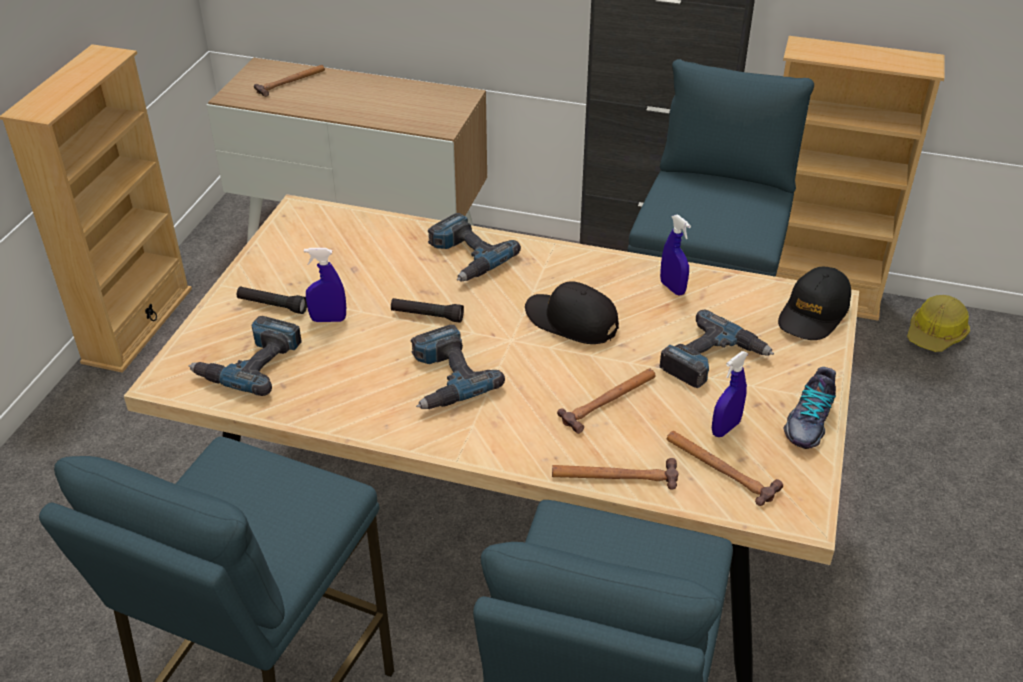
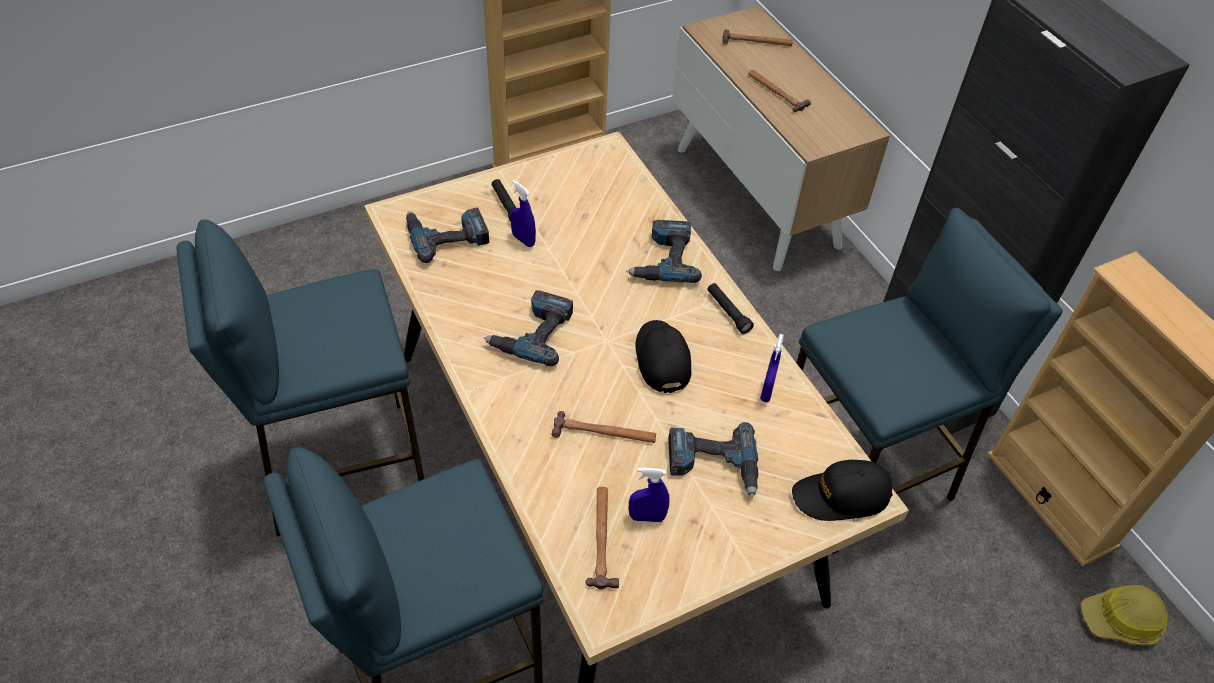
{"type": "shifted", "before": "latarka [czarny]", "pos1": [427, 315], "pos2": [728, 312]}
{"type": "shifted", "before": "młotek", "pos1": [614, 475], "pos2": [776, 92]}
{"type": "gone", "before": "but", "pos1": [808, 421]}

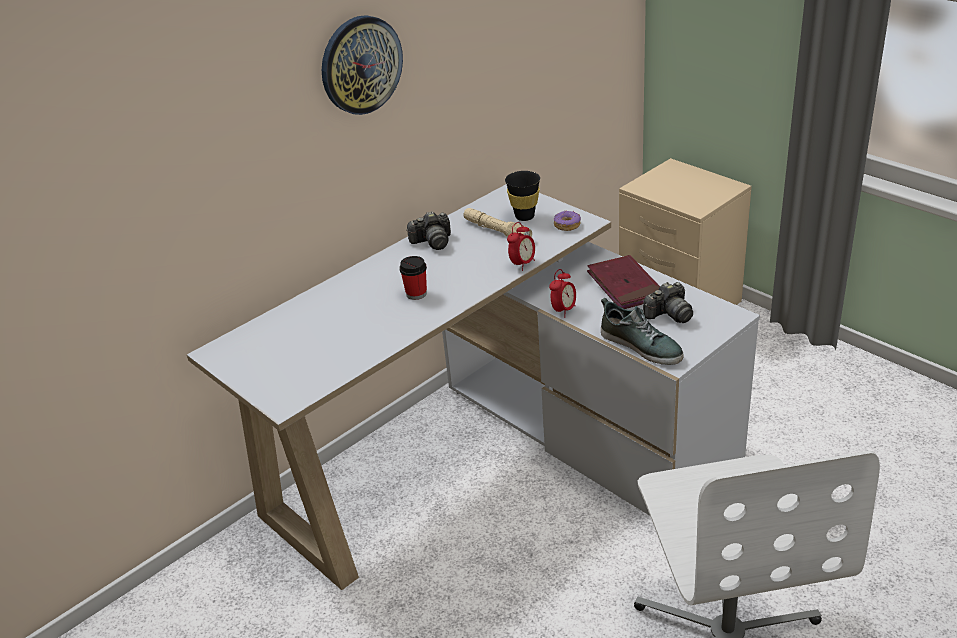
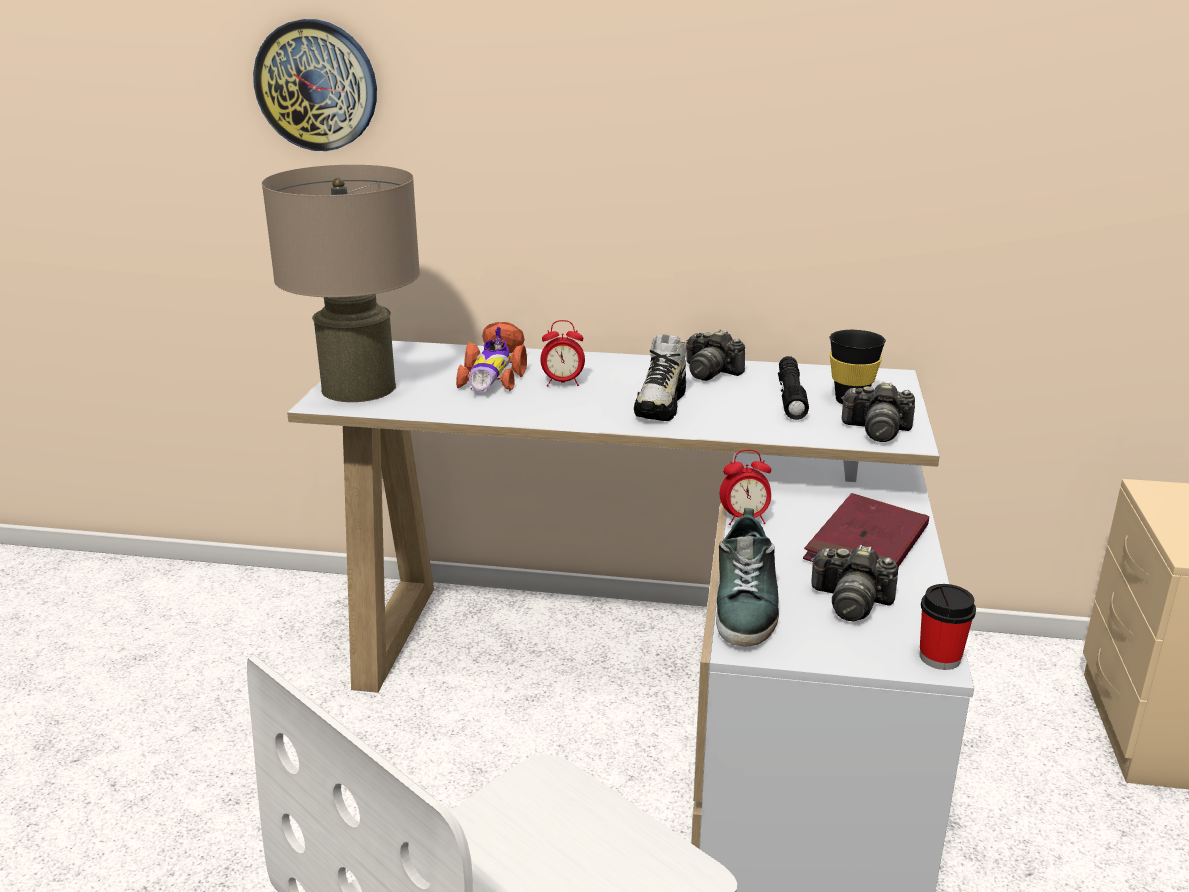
{"type": "shifted", "before": "zegar ścienny", "pos1": [361, 65], "pos2": [316, 85]}
{"type": "new", "after": "lampa stołowa [beżowy]", "pos2": [358, 388]}
{"type": "new", "after": "samochodzik", "pos2": [494, 376]}
{"type": "shifted", "before": "budzik", "pos1": [522, 264], "pos2": [563, 383]}
{"type": "new", "after": "but", "pos2": [661, 405]}
{"type": "repainted", "before": "latarka [beżowy]", "after": "latarka [czarny]", "pos1": [497, 231], "pos2": [791, 396]}
{"type": "swapped", "before": "donut", "after": "aparat fotograficzny", "pos1": [567, 225], "pos2": [876, 431]}
{"type": "shifted", "before": "filiżanka", "pos1": [416, 294], "pos2": [940, 657]}

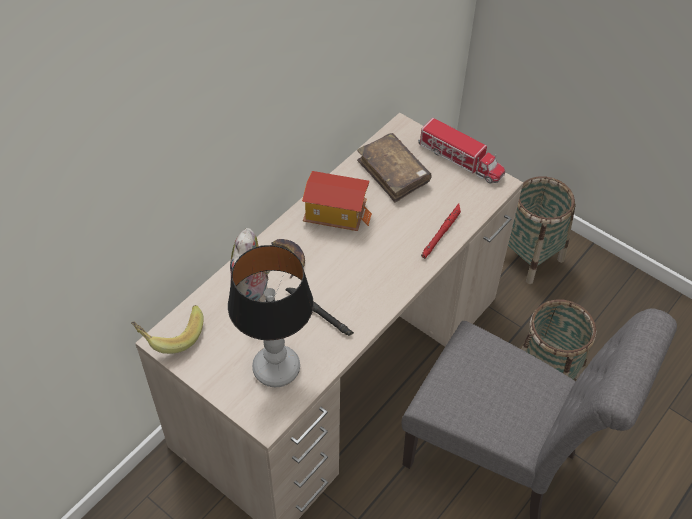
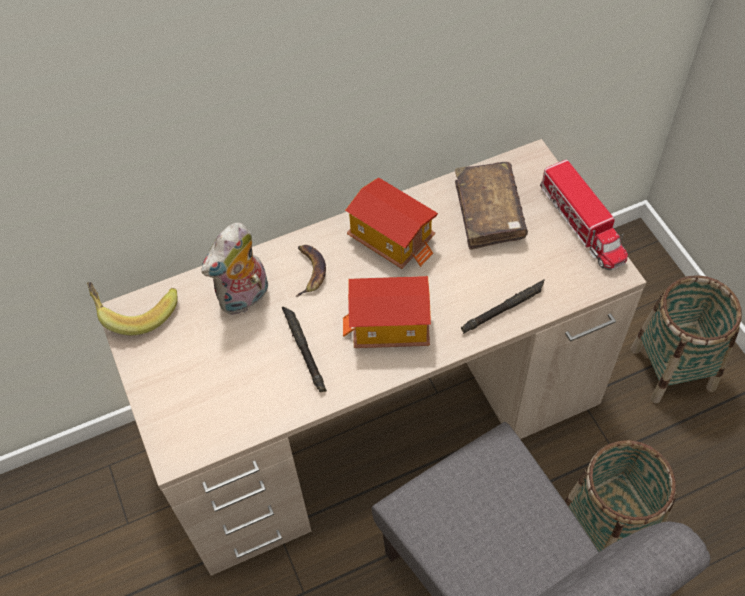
{"type": "new", "after": "domek", "pos2": [389, 327]}
{"type": "repainted", "before": "latarka [czerwony]", "after": "latarka [czarny]", "pos1": [441, 233], "pos2": [504, 309]}
{"type": "gone", "before": "lampa stołowa", "pos1": [275, 369]}

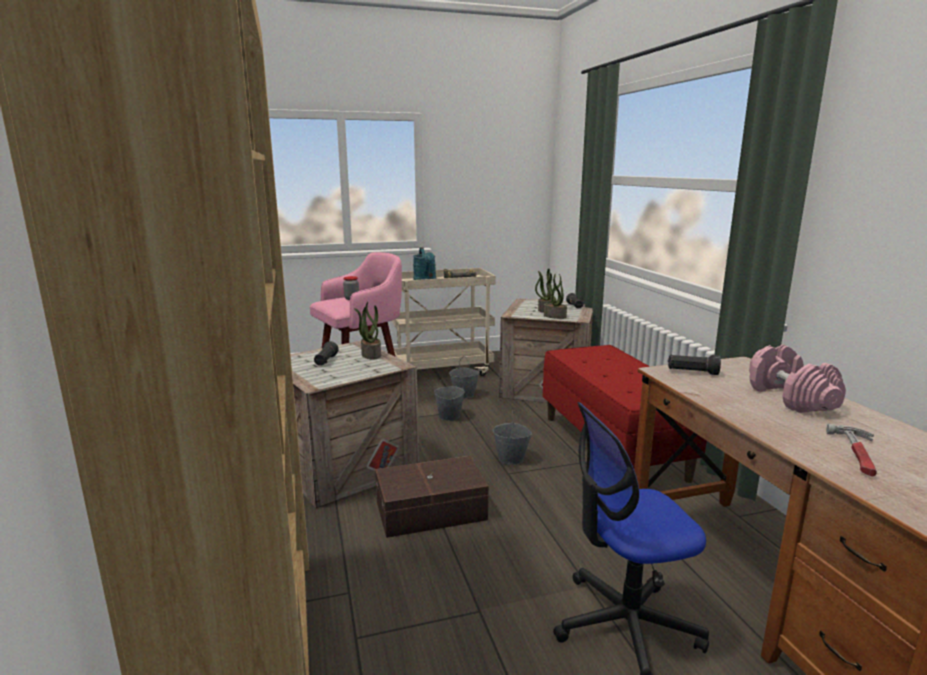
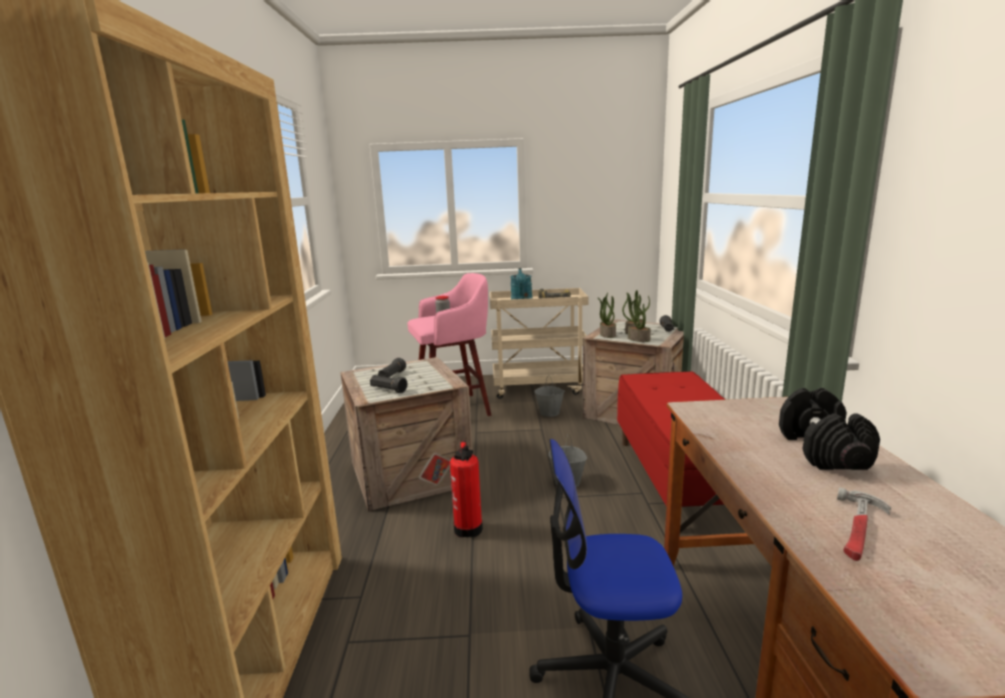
{"type": "shifted", "before": "latarka [czarny]", "pos1": [692, 372], "pos2": [388, 390]}
{"type": "swapped", "before": "pojemnik do przechowywania [brązowy]", "after": "gaśnica", "pos1": [432, 511], "pos2": [469, 527]}
{"type": "shifted", "before": "roślina doniczkowa", "pos1": [370, 355], "pos2": [607, 335]}
{"type": "repainted", "before": "hantel [różowy]", "after": "hantel [czarny]", "pos1": [789, 398], "pos2": [821, 450]}
{"type": "gone", "before": "wiadro [szary]", "pos1": [449, 416]}

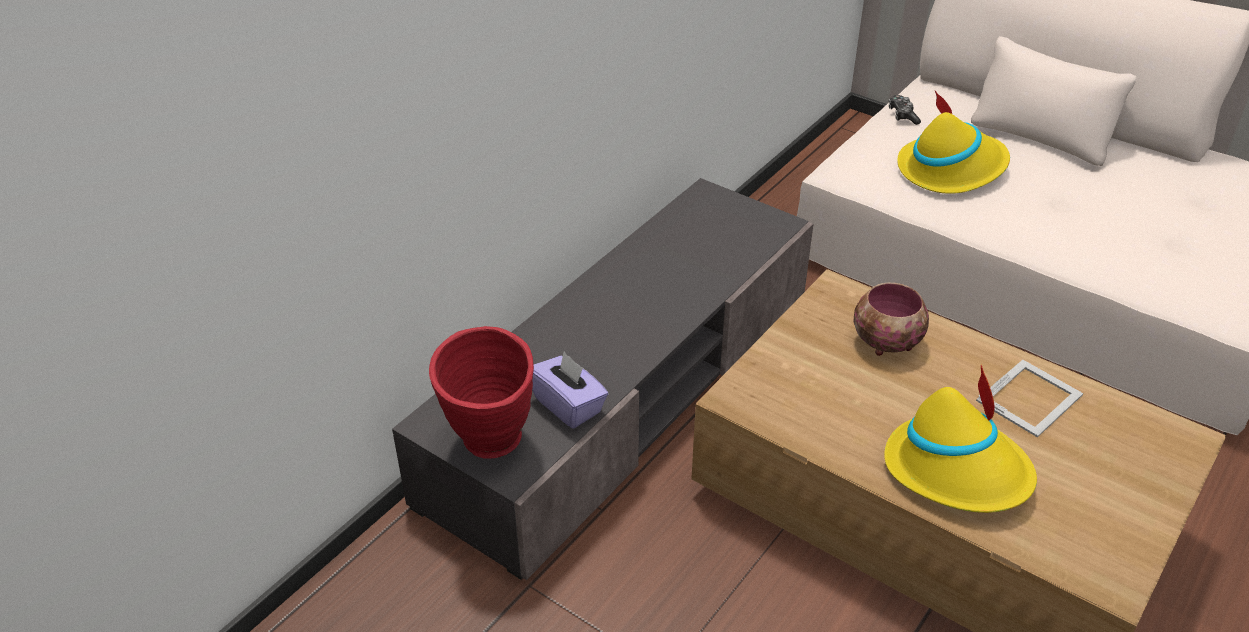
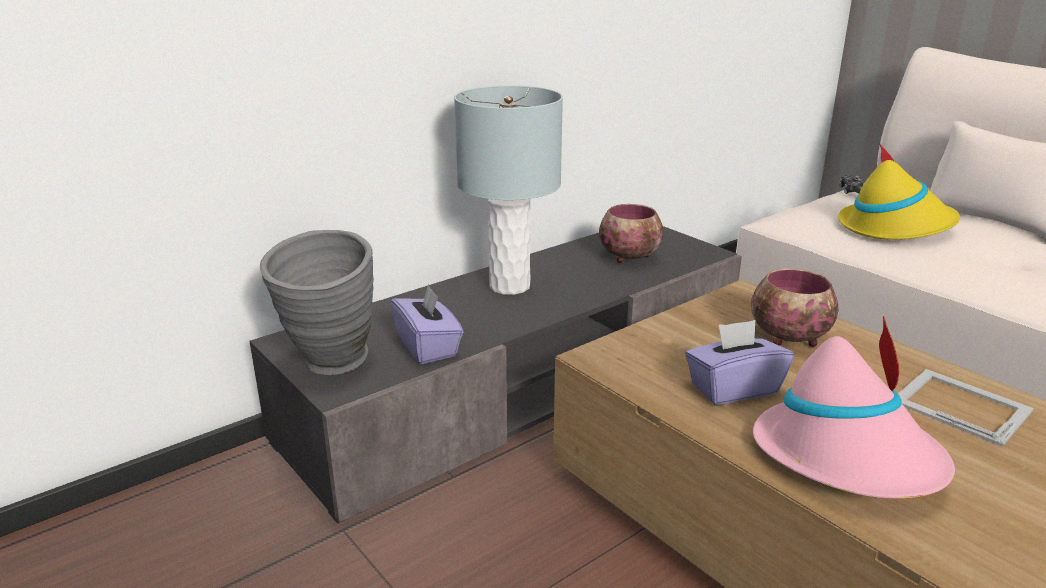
{"type": "repainted", "before": "wazon [czerwony]", "after": "wazon [szary]", "pos1": [491, 448], "pos2": [330, 367]}
{"type": "new", "after": "lampa stołowa [szary]", "pos2": [509, 286]}
{"type": "new", "after": "miska", "pos2": [631, 257]}
{"type": "new", "after": "pudełko chusteczek [fioletowy]", "pos2": [733, 388]}
{"type": "repainted", "before": "kapelusz [żółty]", "after": "kapelusz [różowy]", "pos1": [957, 470], "pos2": [847, 457]}
{"type": "rotated", "before": "ramka na zdjęcie", "pos1": [1031, 397], "pos2": [959, 405], "turn": -105}

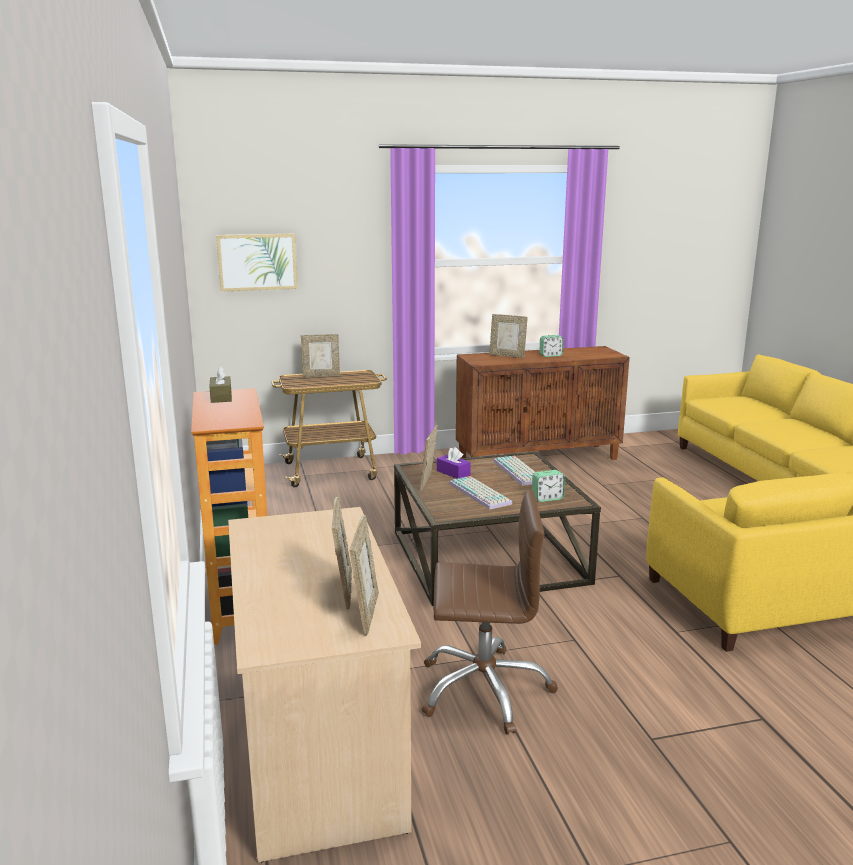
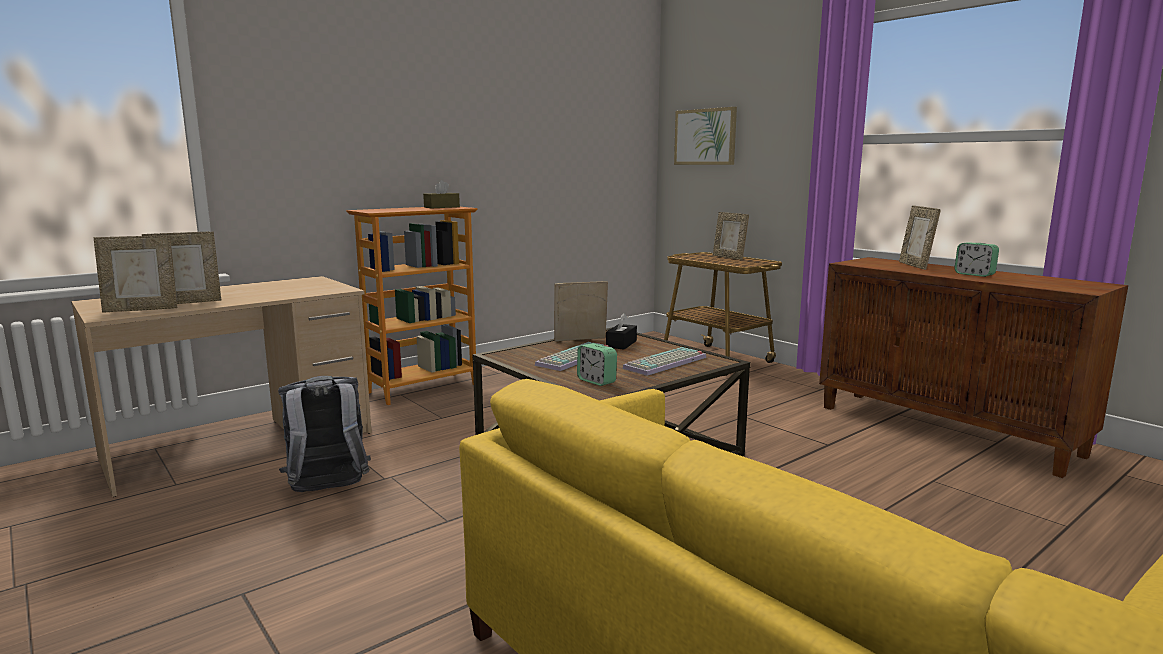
{"type": "swapped", "before": "krzesło biurowe [brązowy]", "after": "plecak [szary]", "pos1": [484, 689], "pos2": [328, 491]}
{"type": "repainted", "before": "pudełko chusteczek [fioletowy]", "after": "pudełko chusteczek [czarny]", "pos1": [453, 473], "pos2": [621, 344]}

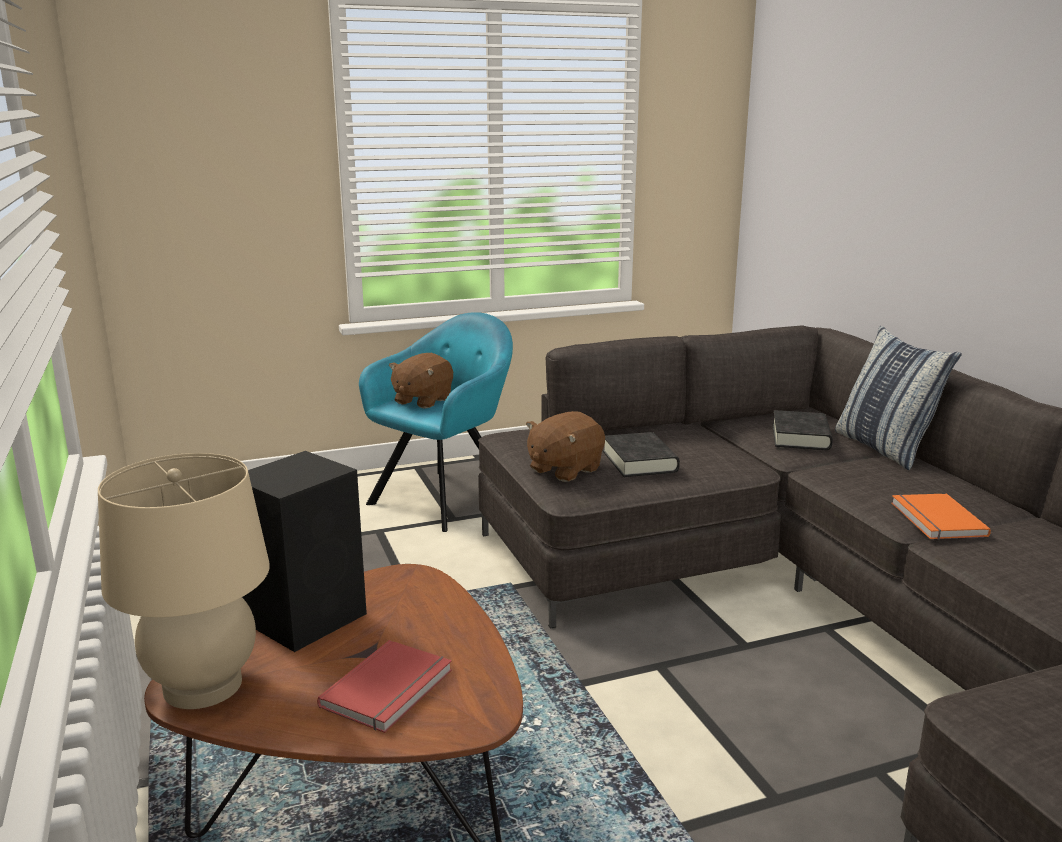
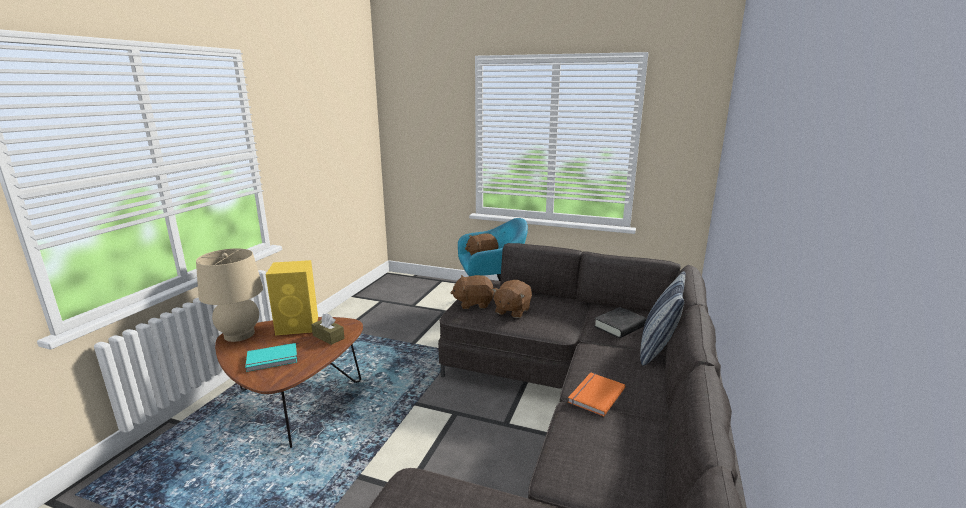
{"type": "repainted", "before": "książka [czerwony]", "after": "książka [turkusowy]", "pos1": [390, 689], "pos2": [272, 359]}
{"type": "repainted", "before": "głośnik [czarny]", "after": "głośnik [żółty]", "pos1": [309, 617], "pos2": [298, 326]}
{"type": "new", "after": "pudełko chusteczek [brązowy]", "pos2": [328, 337]}
{"type": "swapped", "before": "książka [czarny]", "after": "pluszak [brązowy]", "pos1": [639, 461], "pos2": [512, 311]}

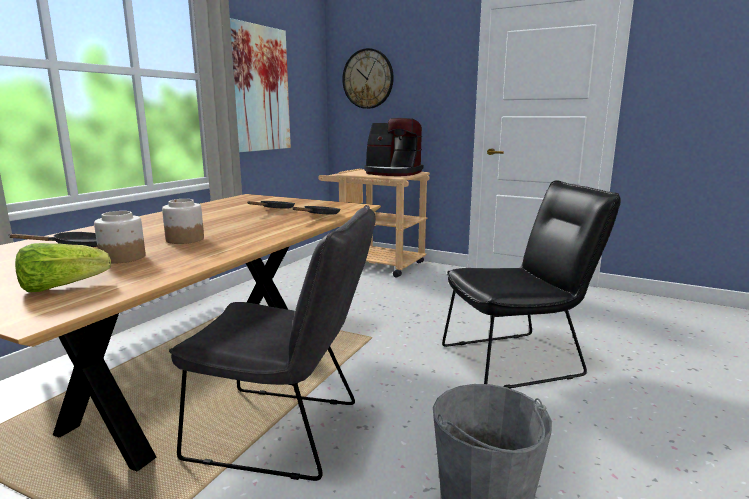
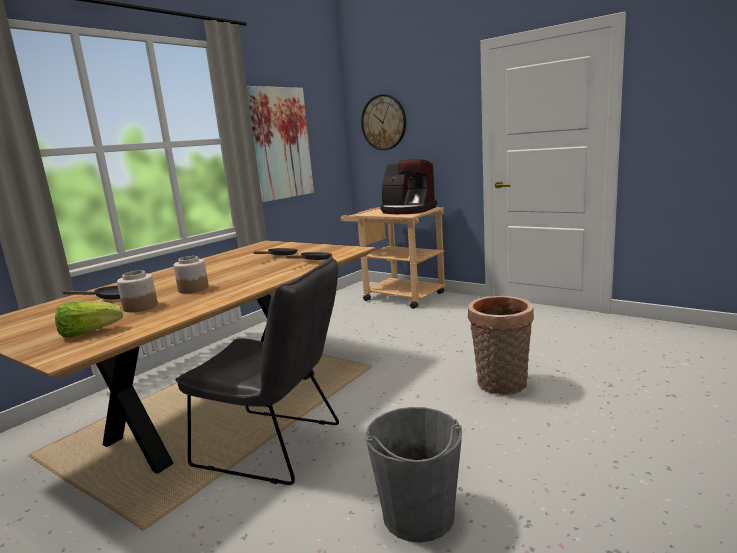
{"type": "swapped", "before": "krzesło [czarny]", "after": "koszyk", "pos1": [519, 359], "pos2": [501, 386]}

